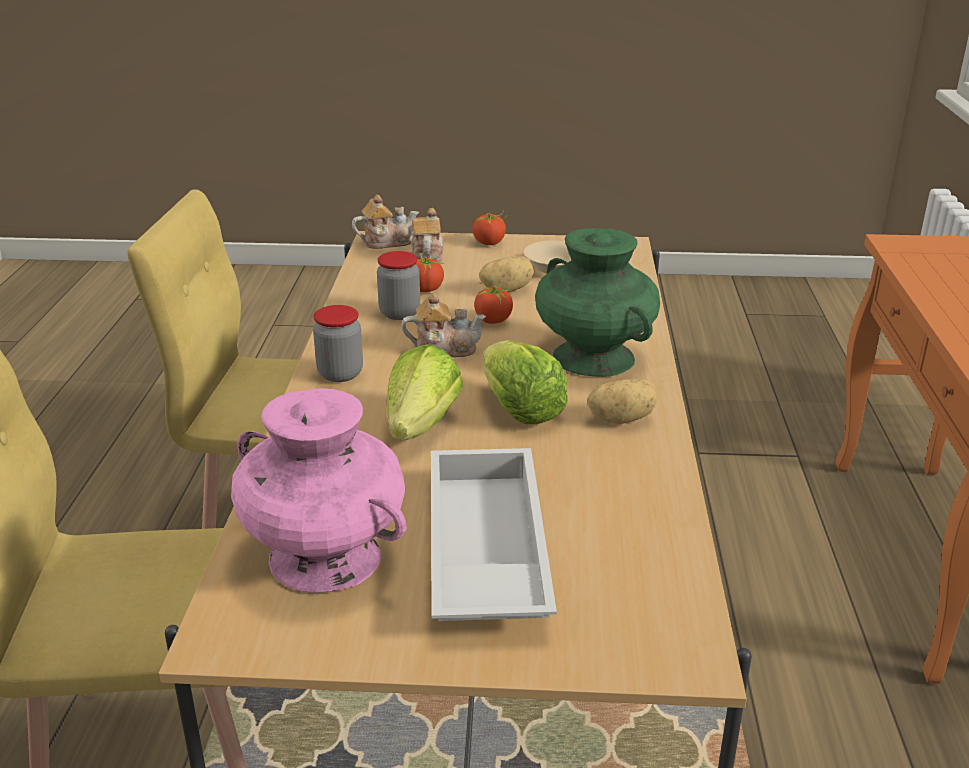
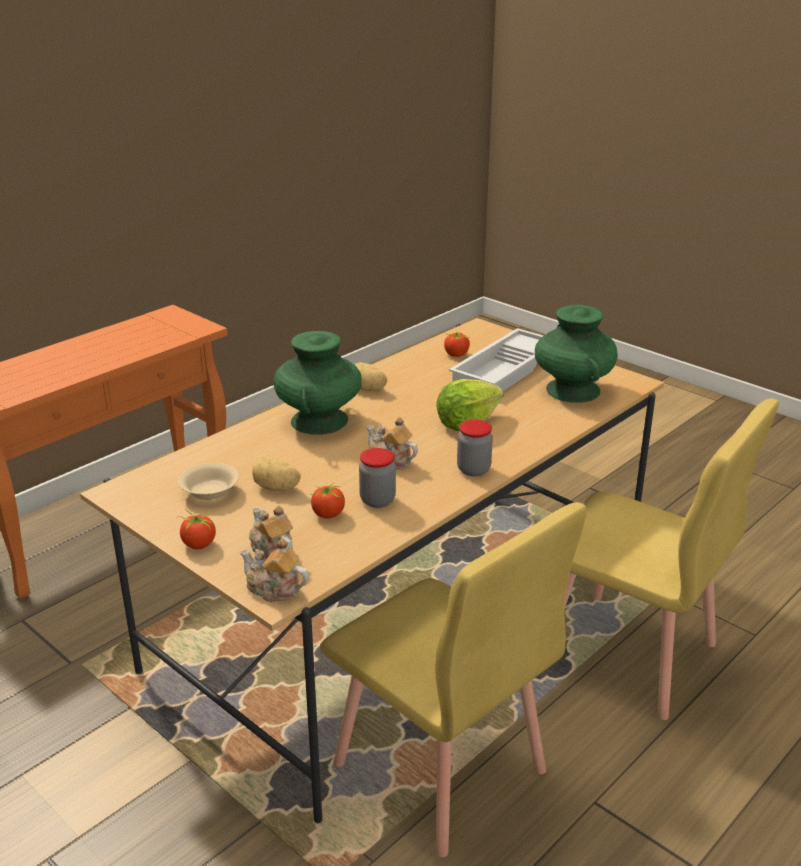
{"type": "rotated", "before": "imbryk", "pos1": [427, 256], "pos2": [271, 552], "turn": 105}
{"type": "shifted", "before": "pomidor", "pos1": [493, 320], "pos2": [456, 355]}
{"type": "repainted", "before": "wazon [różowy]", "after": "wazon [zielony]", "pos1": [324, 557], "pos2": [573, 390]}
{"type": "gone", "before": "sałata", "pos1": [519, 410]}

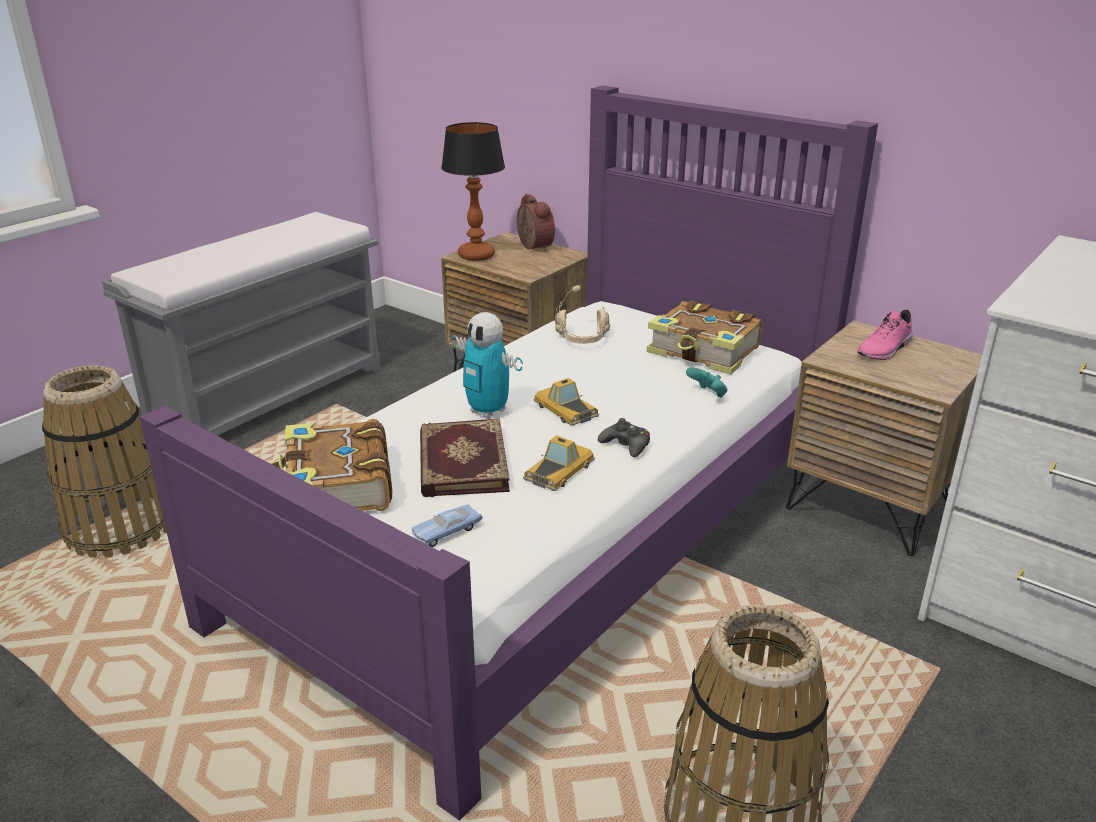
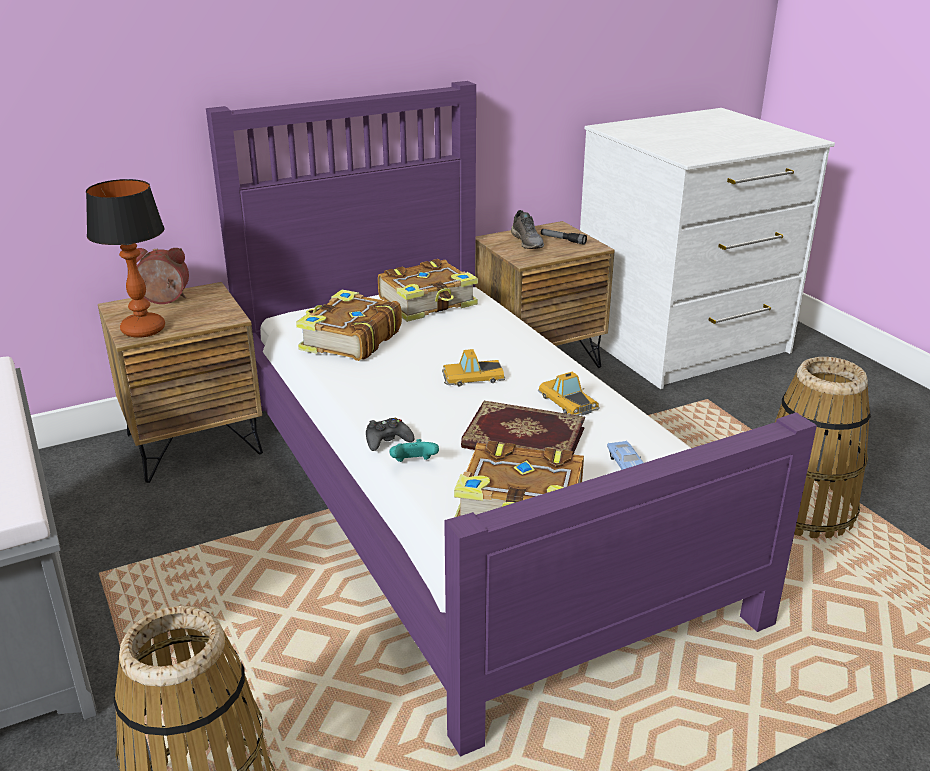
{"type": "swapped", "before": "słuchawki [beżowy]", "after": "książka", "pos1": [582, 338], "pos2": [349, 340]}
{"type": "shifted", "before": "pad do gier [czarny]", "pos1": [626, 445], "pos2": [387, 440]}
{"type": "shifted", "before": "pad do gier [turkusowy]", "pos1": [707, 394], "pos2": [414, 464]}
{"type": "repainted", "before": "but [różowy]", "after": "but [szary]", "pos1": [885, 350], "pos2": [528, 242]}
{"type": "new", "after": "latarka", "pos2": [563, 240]}
{"type": "gone", "before": "robot zabawkowy", "pos1": [488, 411]}

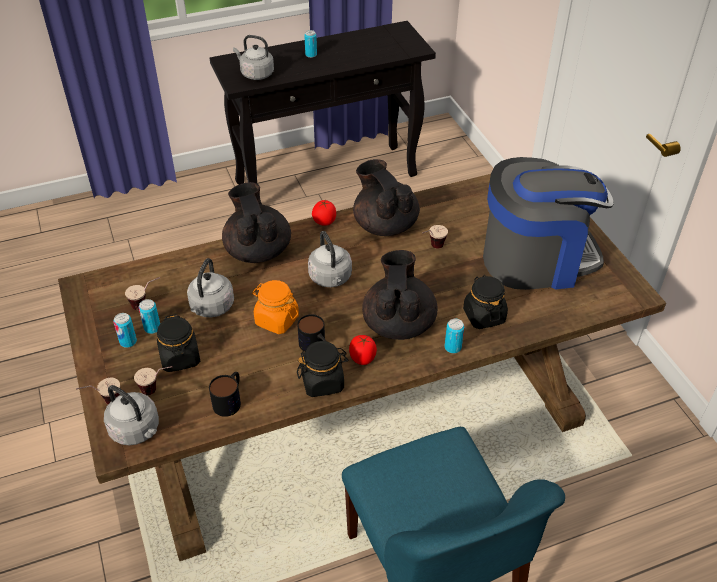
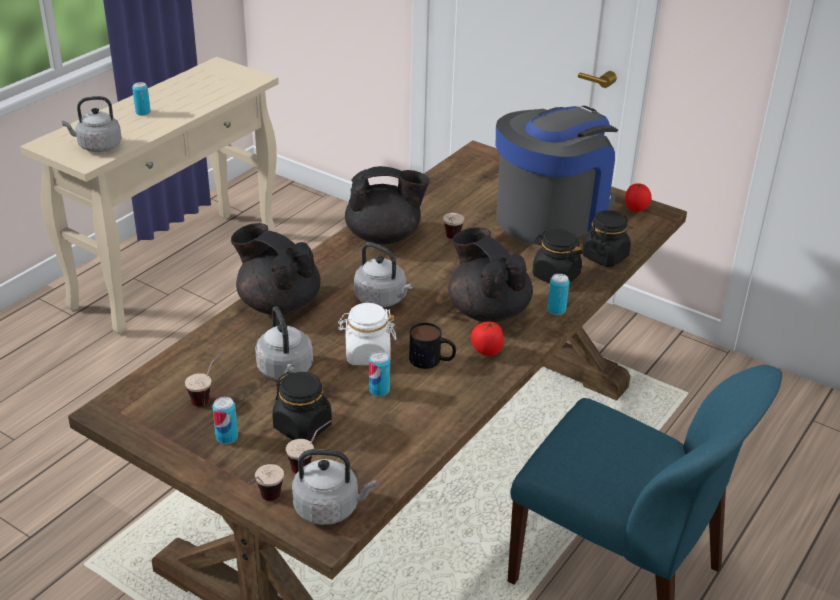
{"type": "repainted", "before": "stolik konsolowy [czarny]", "after": "stolik konsolowy [beżowy]", "pos1": [327, 178], "pos2": [177, 268]}
{"type": "repainted", "before": "słoik [pomarańczowy]", "after": "słoik [biały]", "pos1": [276, 320], "pos2": [367, 354]}
{"type": "rotated", "before": "imbryk [czarny]", "pos1": [384, 224], "pos2": [384, 237], "turn": 150}
{"type": "shifted", "before": "puszka", "pos1": [152, 328], "pos2": [379, 390]}
{"type": "shifted", "before": "słoik [czarny]", "pos1": [323, 382], "pos2": [605, 256]}
{"type": "shifted", "before": "pomidor", "pos1": [324, 222], "pos2": [635, 209]}
{"type": "gone", "before": "kubek", "pos1": [230, 400]}

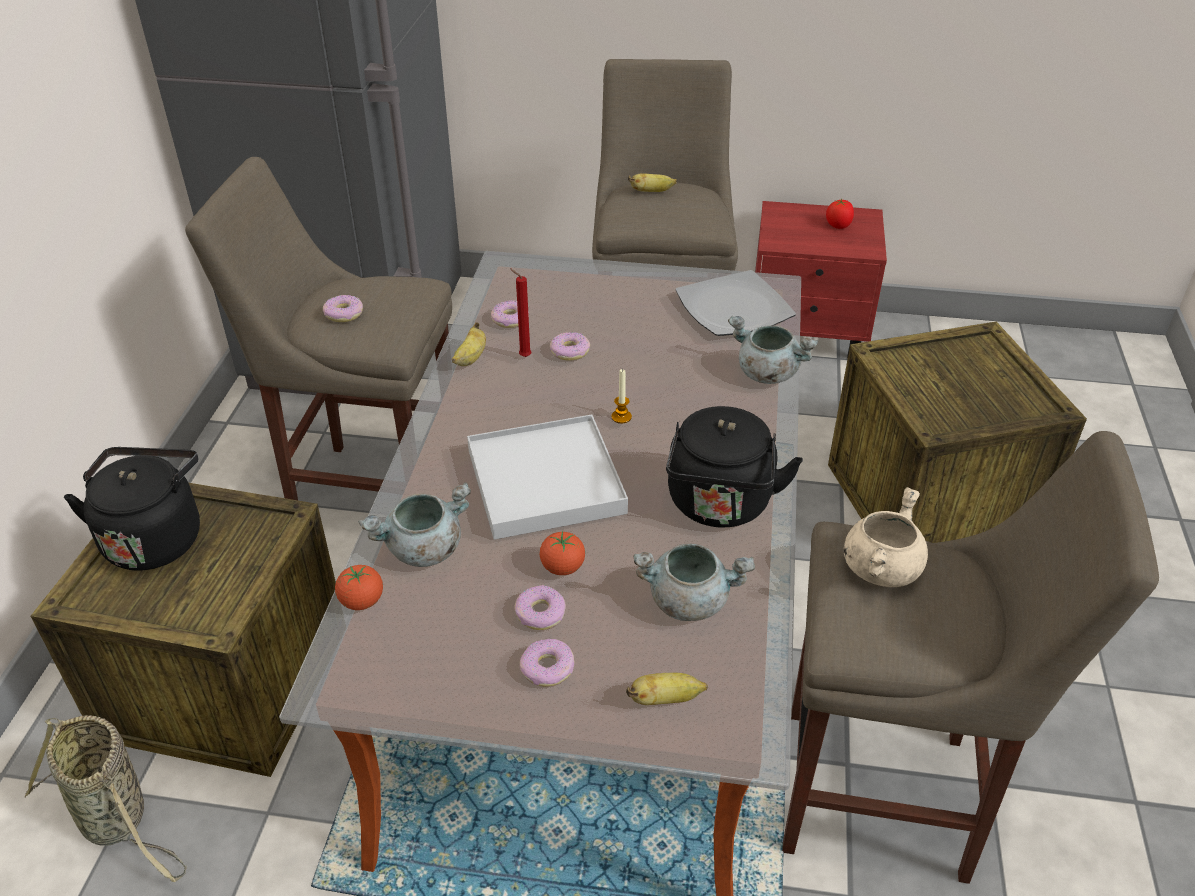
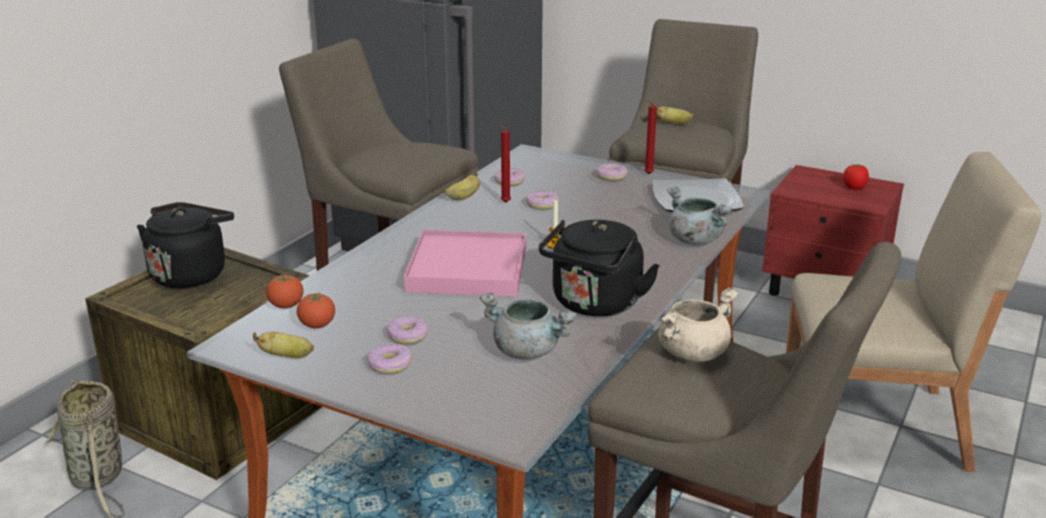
{"type": "shifted", "before": "banan", "pos1": [665, 699], "pos2": [287, 356]}
{"type": "shifted", "before": "pomidor", "pos1": [562, 567], "pos2": [317, 325]}
{"type": "repainted", "before": "taca [biały]", "after": "taca [różowy]", "pos1": [546, 481], "pos2": [468, 269]}
{"type": "shifted", "before": "donut", "pos1": [344, 314], "pos2": [611, 176]}
{"type": "new", "after": "świeca [czerwony]", "pos2": [647, 174]}
{"type": "swapped", "before": "skrzynka", "after": "krzesło [beżowy]", "pos1": [930, 502], "pos2": [876, 425]}
{"type": "gone", "before": "garnek [szary]", "pos1": [423, 550]}

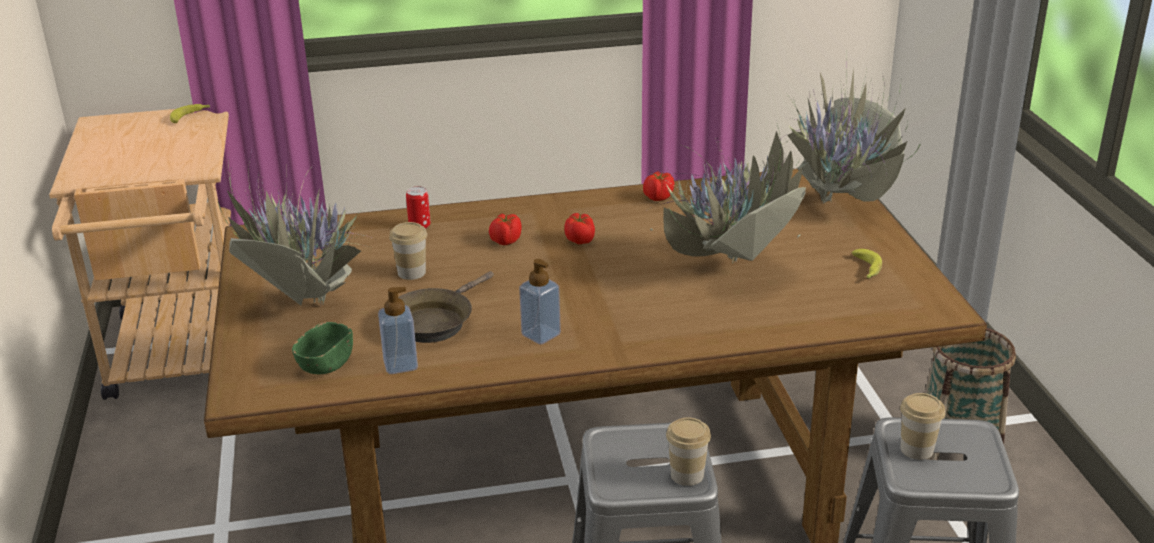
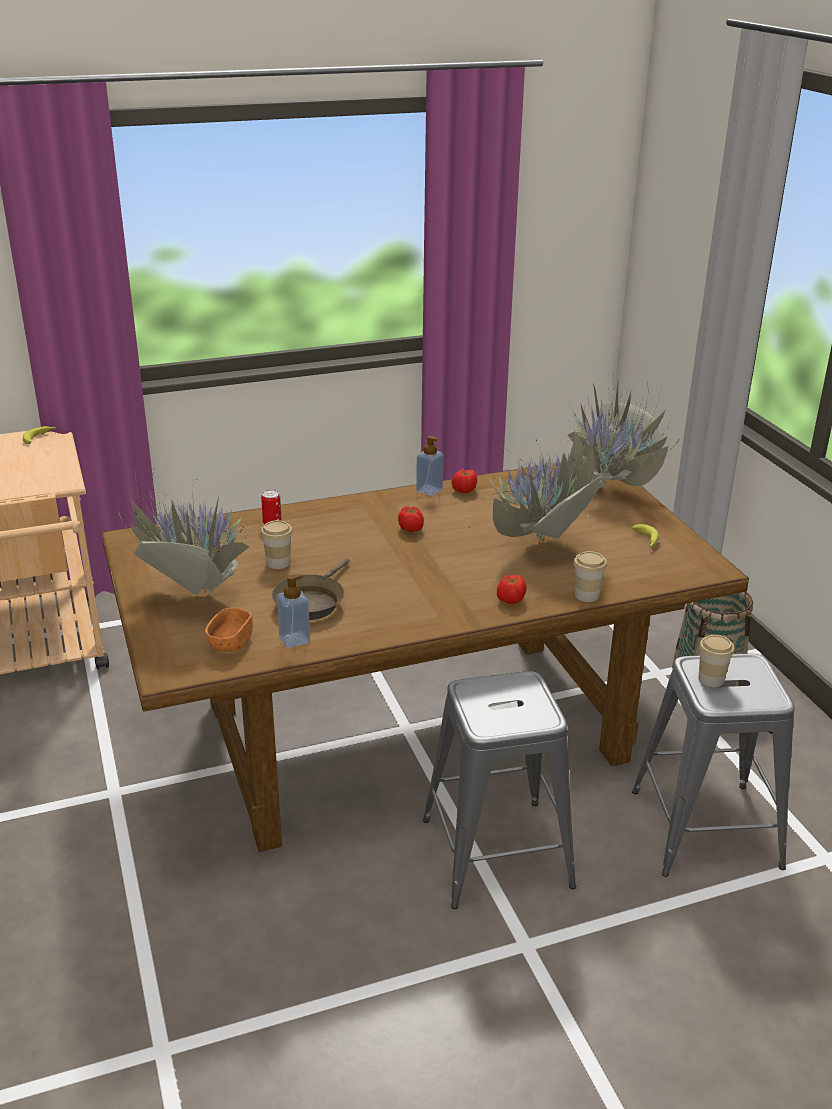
{"type": "repainted", "before": "miska [zielony]", "after": "miska [pomarańczowy]", "pos1": [326, 363], "pos2": [230, 642]}
{"type": "shifted", "before": "dozownik mydła", "pos1": [541, 335], "pos2": [429, 490]}
{"type": "shifted", "before": "pomidor", "pos1": [505, 241], "pos2": [510, 600]}
{"type": "shifted", "before": "filiżanka", "pos1": [687, 475], "pos2": [587, 595]}

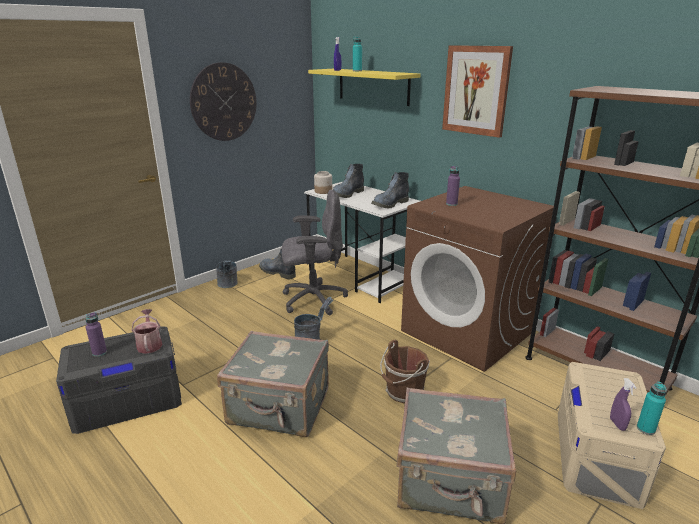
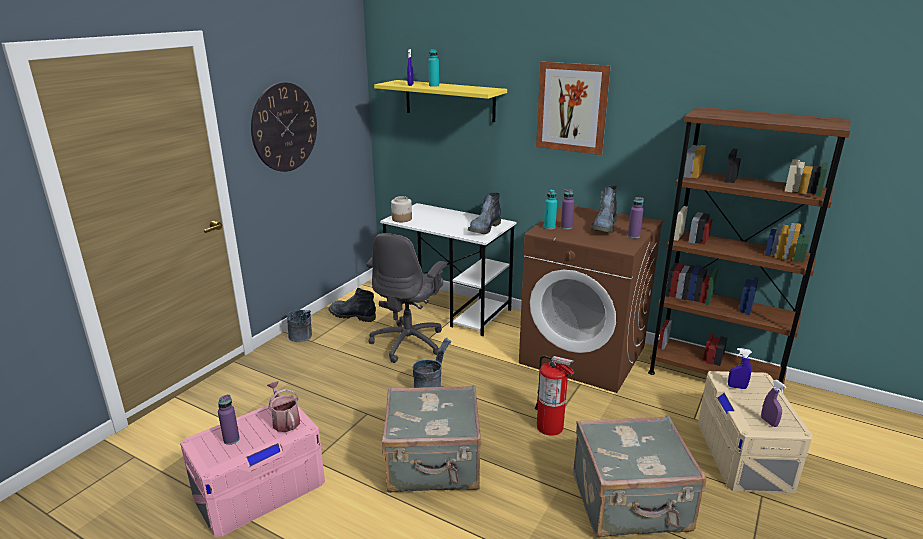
{"type": "repainted", "before": "pojemnik do przechowywania [szary]", "after": "pojemnik do przechowywania [różowy]", "pos1": [128, 400], "pos2": [260, 489]}
{"type": "rotated", "before": "krzesło biurowe [szary]", "pos1": [313, 300], "pos2": [409, 342], "turn": 135}
{"type": "swapped", "before": "wiadro [brązowy]", "after": "gaśnica", "pos1": [403, 392], "pos2": [550, 427]}
{"type": "shifted", "before": "butelka [turkusowy]", "pos1": [645, 429], "pos2": [549, 227]}
{"type": "shifted", "before": "but z cholewką", "pos1": [347, 194], "pos2": [604, 227]}
{"type": "new", "after": "butelka [fioletowy]", "pos2": [633, 236]}
{"type": "new", "after": "spryskiwacz [niebieski]", "pos2": [737, 387]}

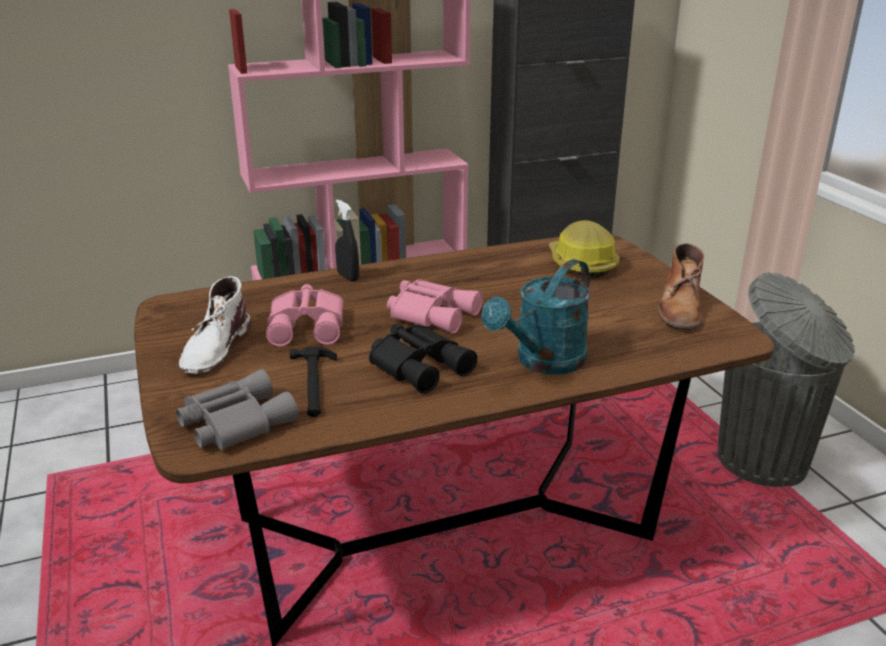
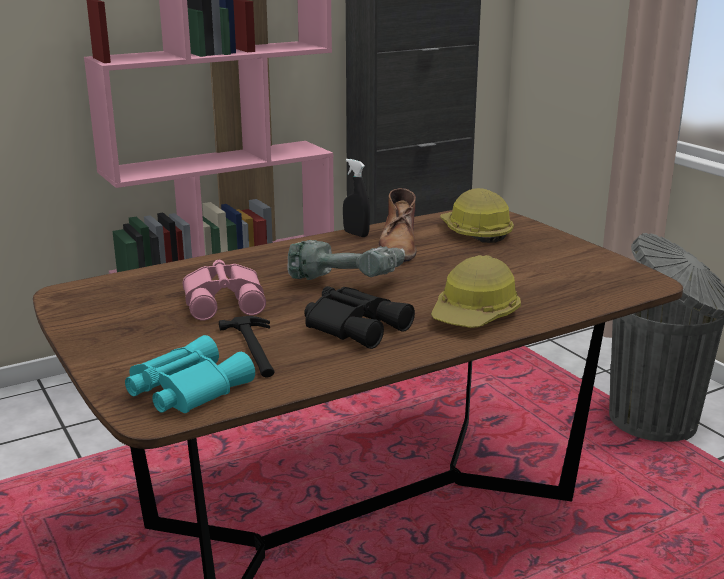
{"type": "repainted", "before": "lornetka [szary]", "after": "lornetka [turkusowy]", "pos1": [234, 422], "pos2": [185, 388]}
{"type": "swapped", "before": "lornetka [różowy]", "after": "wiertarka", "pos1": [433, 313], "pos2": [349, 282]}
{"type": "shifted", "before": "spryskiwacz [czarny]", "pos1": [348, 277], "pos2": [356, 234]}
{"type": "shifted", "before": "but z cholewką [brązowy]", "pos1": [680, 308], "pos2": [398, 246]}
{"type": "swapped", "before": "konewka [turkusowy]", "after": "kask", "pos1": [543, 362], "pos2": [475, 315]}
{"type": "gone", "before": "but z cholewką [biały]", "pos1": [215, 348]}

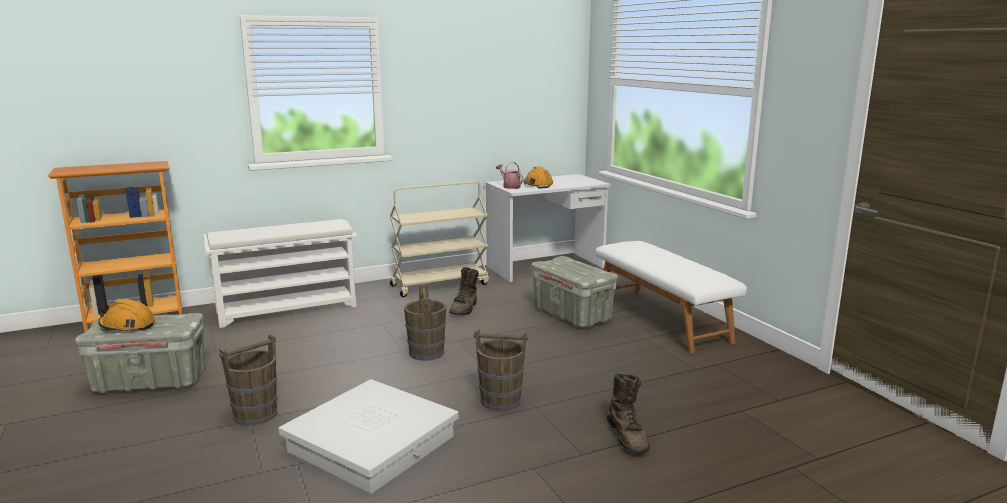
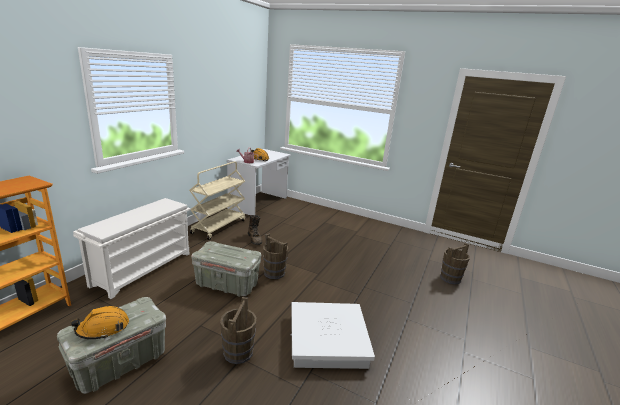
{"type": "shifted", "before": "pojemnik do przechowywania [szary]", "pos1": [572, 315], "pos2": [227, 284]}
{"type": "shifted", "before": "wiadro [brązowy]", "pos1": [501, 401], "pos2": [450, 278]}
{"type": "gone", "before": "ławka [biały]", "pos1": [662, 319]}
{"type": "gone", "before": "but z cholewką [brązowy]", "pos1": [628, 436]}

